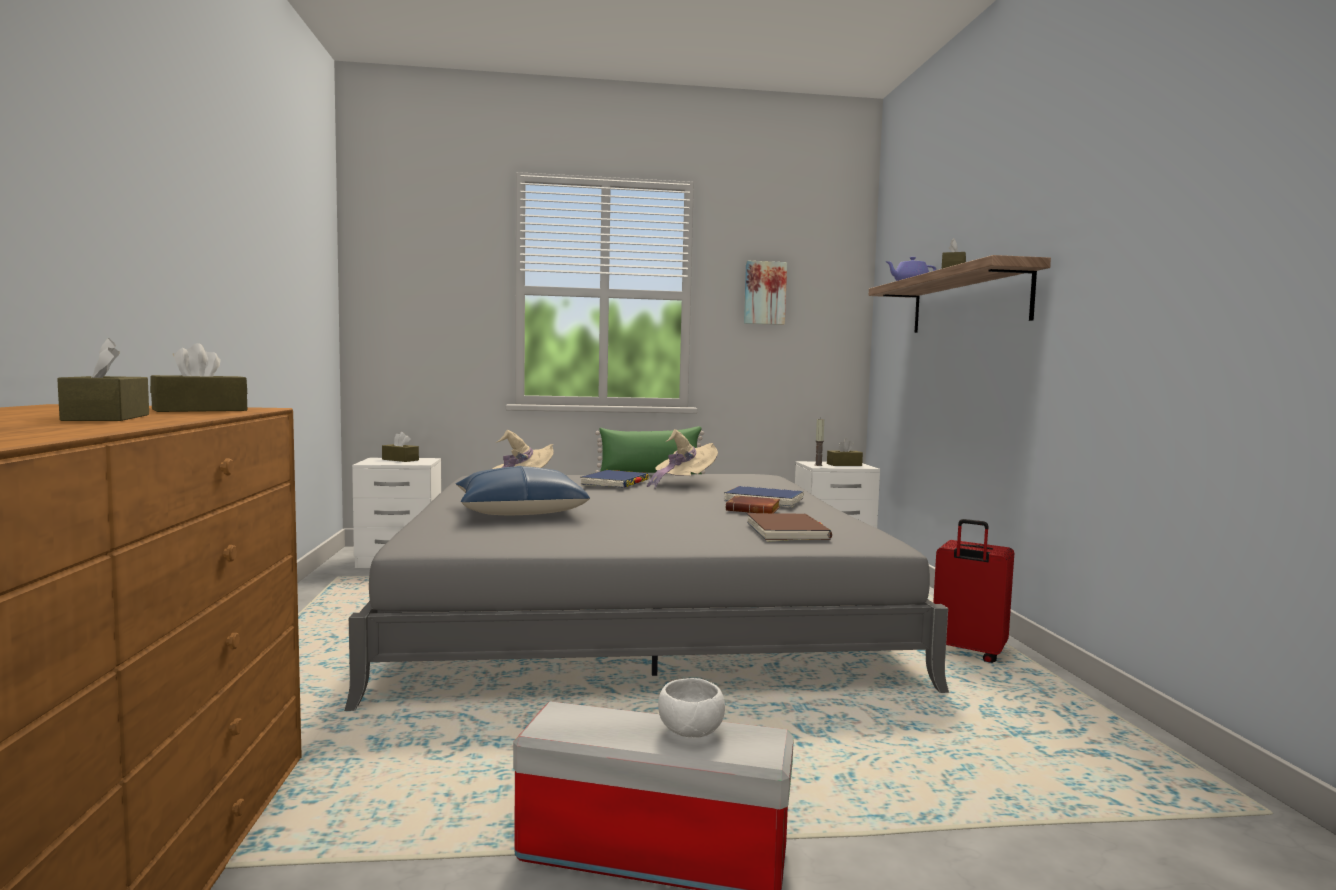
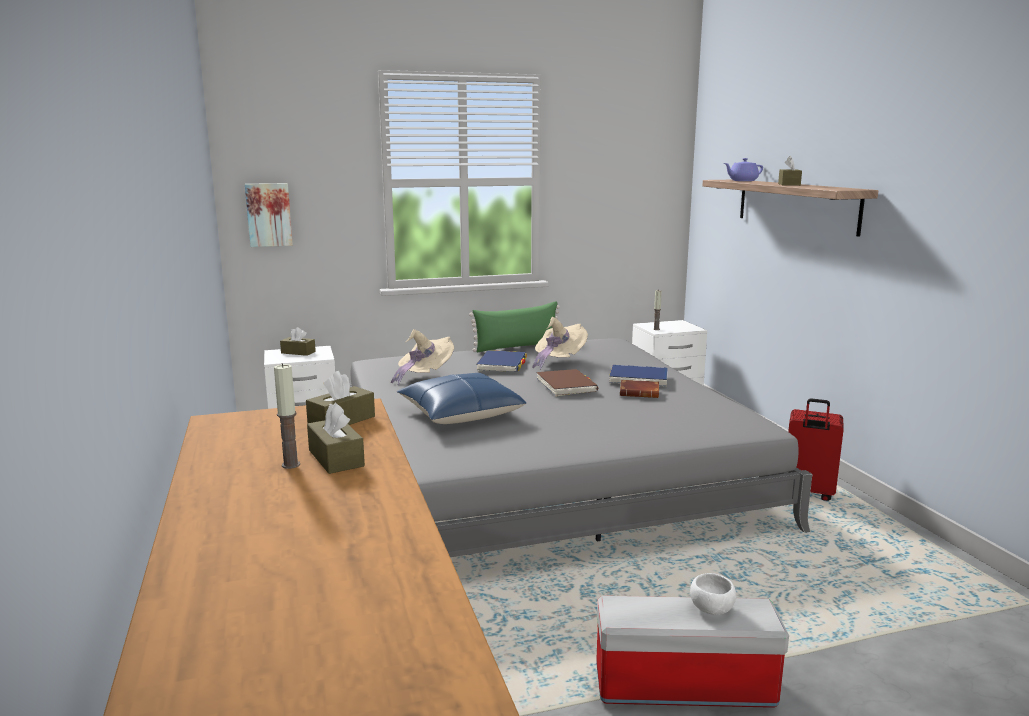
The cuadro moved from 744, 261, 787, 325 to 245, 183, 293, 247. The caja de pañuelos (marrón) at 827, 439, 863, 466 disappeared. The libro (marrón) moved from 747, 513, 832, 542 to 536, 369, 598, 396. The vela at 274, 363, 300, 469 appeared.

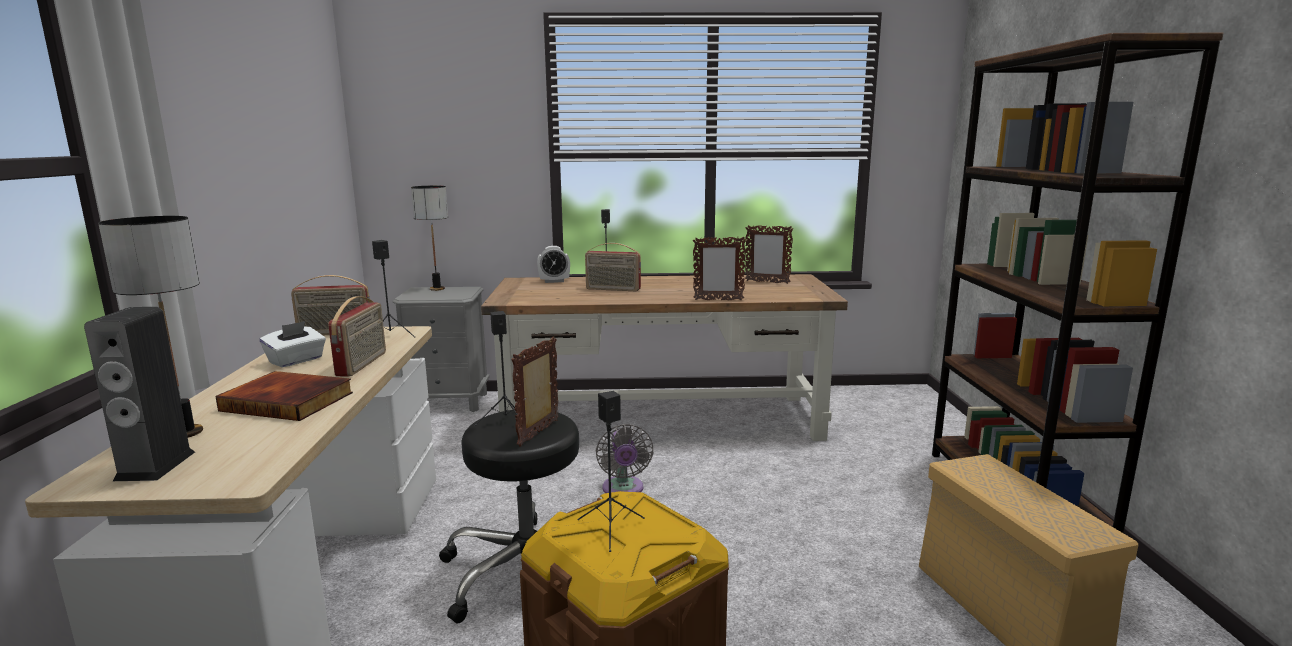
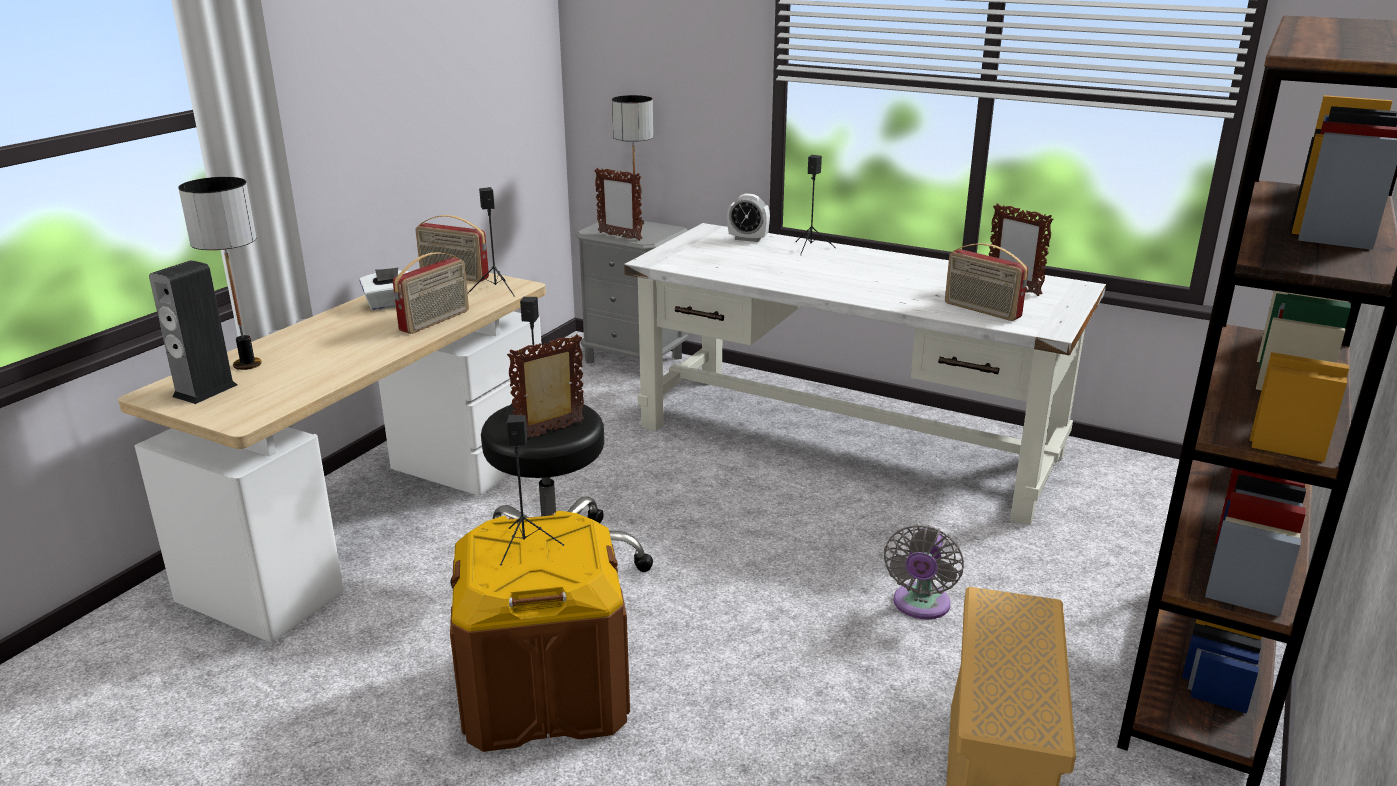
The portarretratos moved from 693, 237, 746, 300 to 594, 168, 642, 241. The radio moved from 585, 243, 641, 291 to 945, 243, 1028, 321. The escritorio (marrón) at 481, 274, 848, 441 became the escritorio (blanco) at 624, 223, 1106, 525. The libro at 215, 371, 353, 421 disappeared. The ventilador (gris) moved from 596, 424, 654, 493 to 884, 524, 964, 620.

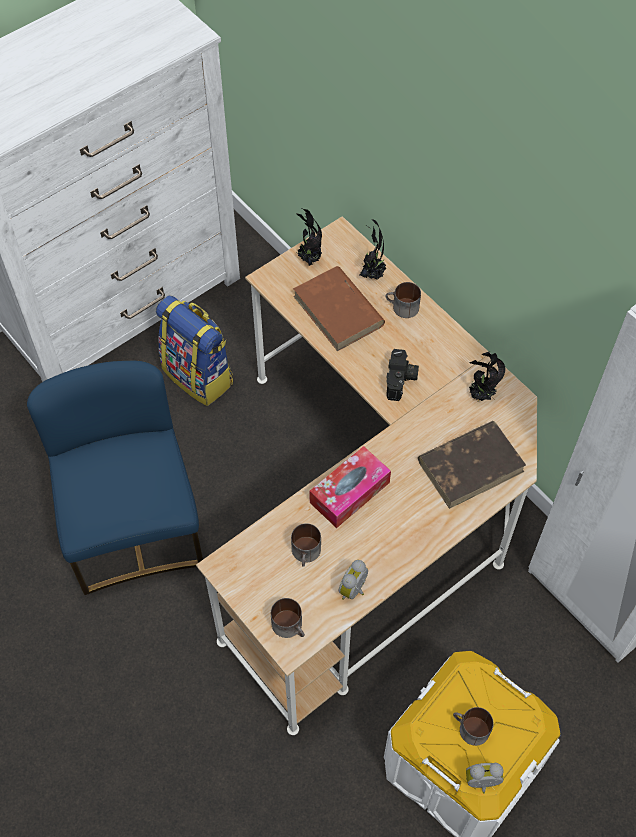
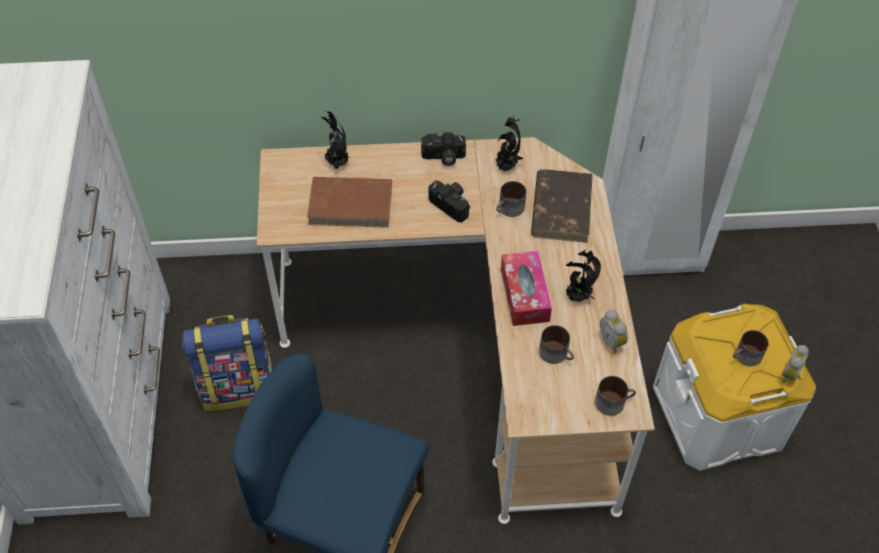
The planta en maceta moved from 296, 208, 322, 266 to 566, 250, 601, 302. The taza grande moved from 386, 282, 421, 318 to 496, 181, 526, 217. The cámara at 421, 132, 466, 166 appeared.

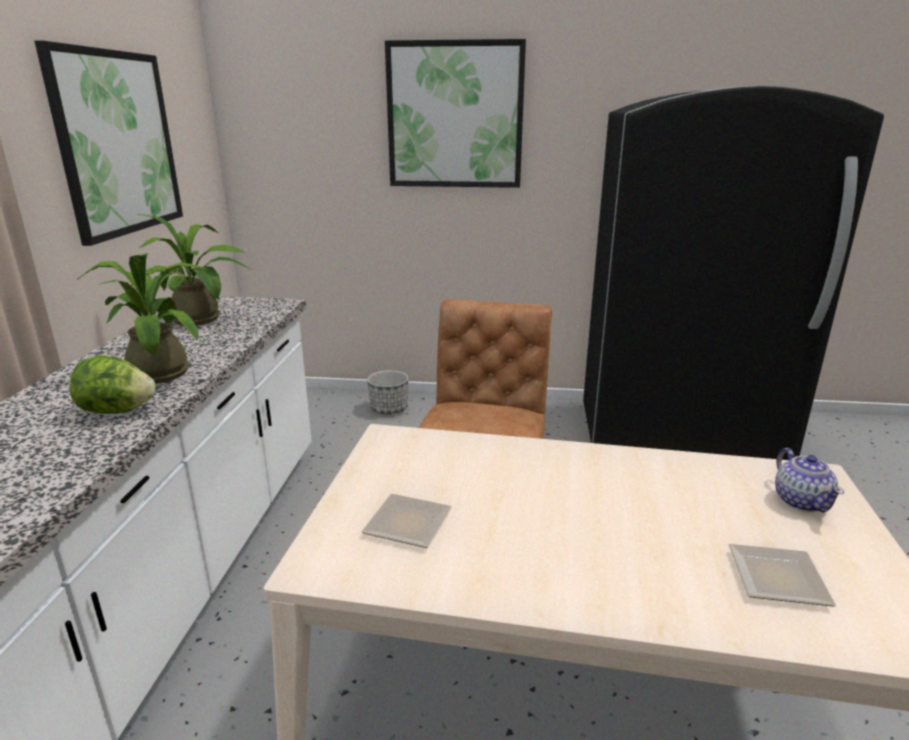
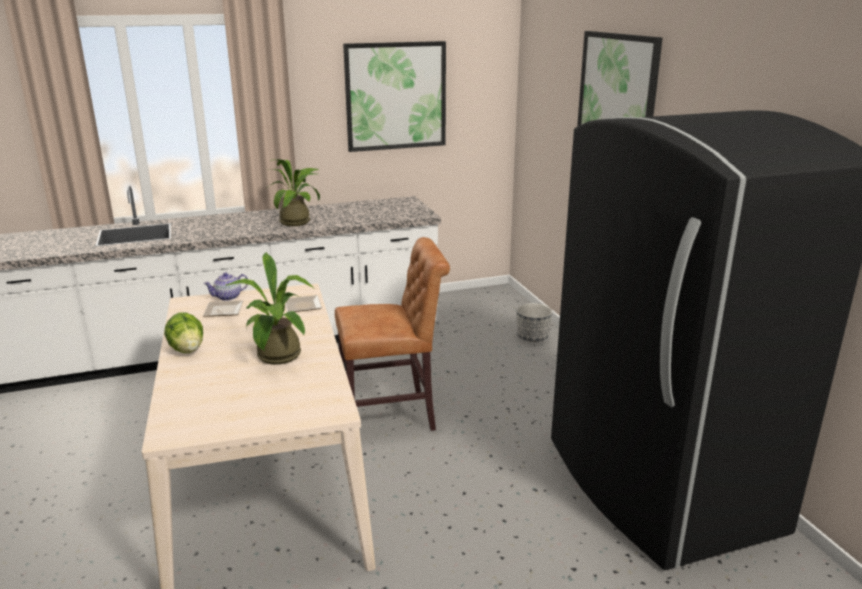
The planta en maceta moved from 131, 214, 251, 326 to 226, 252, 314, 365. The lechuga moved from 69, 355, 156, 414 to 164, 312, 203, 353. The tetera moved from 775, 448, 844, 513 to 203, 272, 248, 301. The plato moved from 728, 544, 836, 607 to 285, 295, 322, 312.

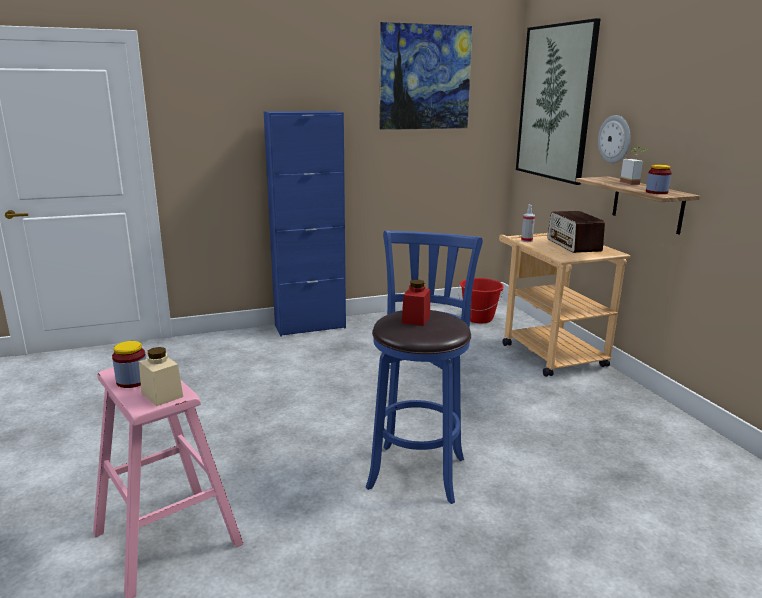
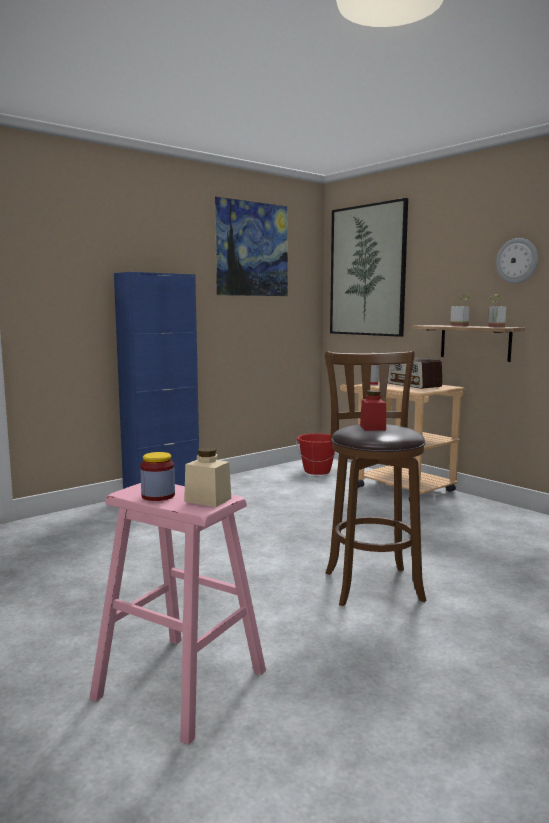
The reloj de pared moved from 598, 115, 630, 163 to 496, 238, 538, 284. The tarro at 646, 165, 672, 194 was replaced by the planta en maceta at 488, 294, 507, 328. The taburete (azul) at 366, 230, 483, 504 became the taburete (marrón) at 325, 351, 427, 606.

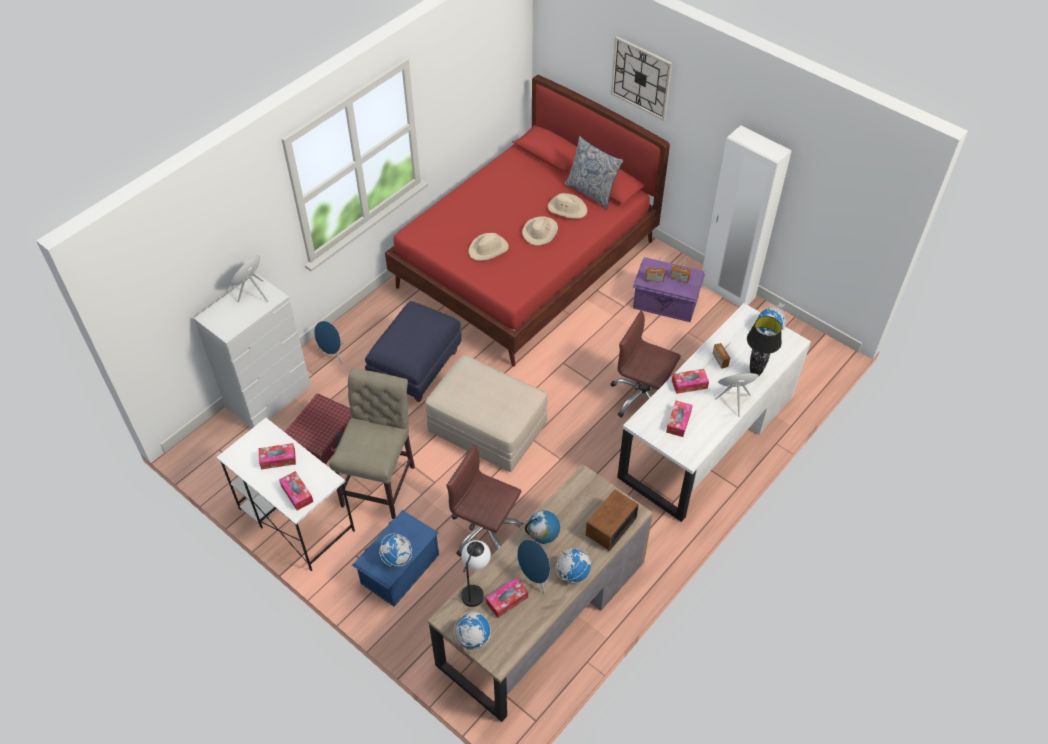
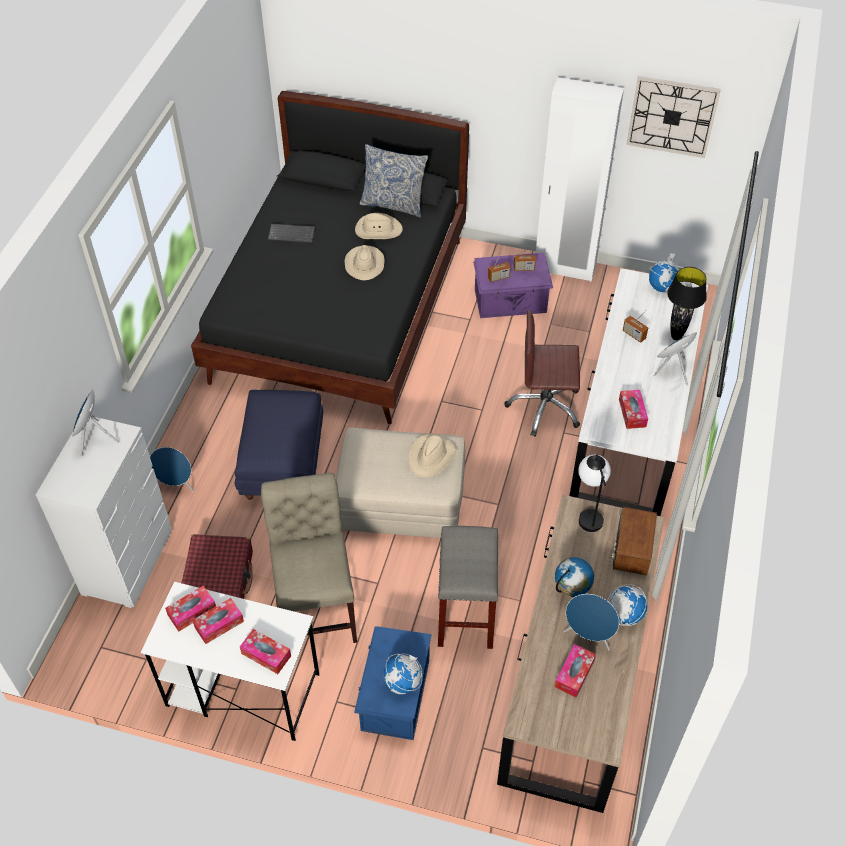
The reloj de pared moved from 611, 36, 673, 121 to 626, 76, 721, 158. The cama (rojo) at 385, 75, 670, 366 became the cama (negro) at 191, 91, 469, 424. The sombrero (beis) moved from 468, 233, 509, 261 to 408, 435, 456, 477. The caja de pañuelos moved from 672, 369, 709, 394 to 165, 586, 216, 631. The silla de oficina (marrón) at 446, 444, 523, 557 was replaced by the taburete (gris) at 438, 526, 499, 649. The lámpara de mesa moved from 461, 540, 491, 607 to 578, 455, 611, 532. The globo terráqueo at 454, 611, 491, 651 disappeared. The teclado at 268, 224, 315, 243 appeared.

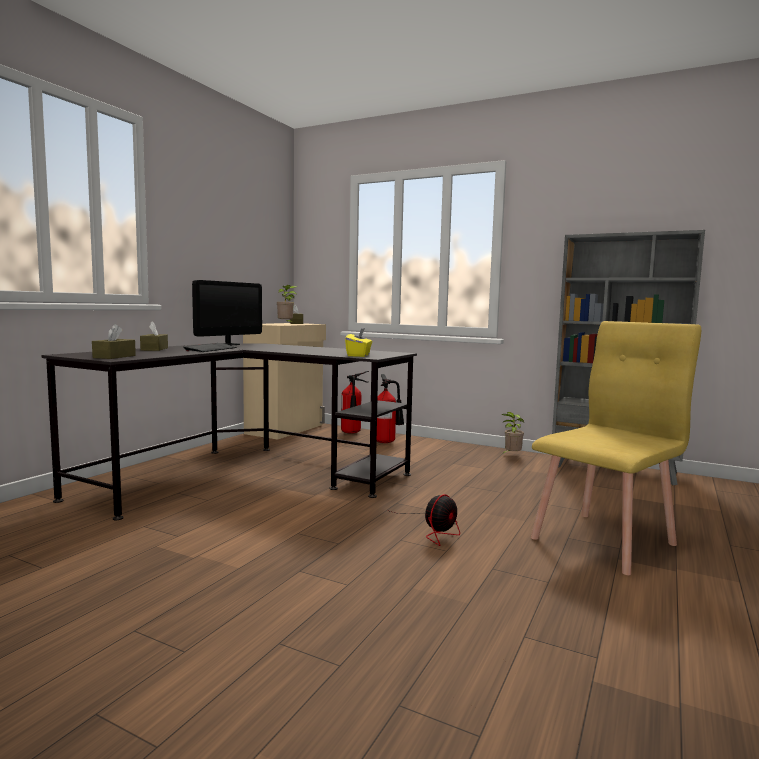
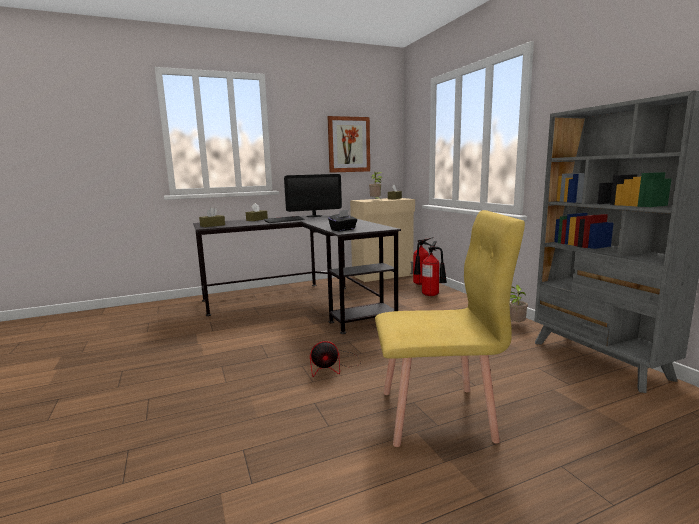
The caja de pañuelos (amarillo) at 345, 328, 372, 357 became the caja de pañuelos (negro) at 328, 210, 357, 231. The cuadro at 327, 116, 370, 173 appeared.

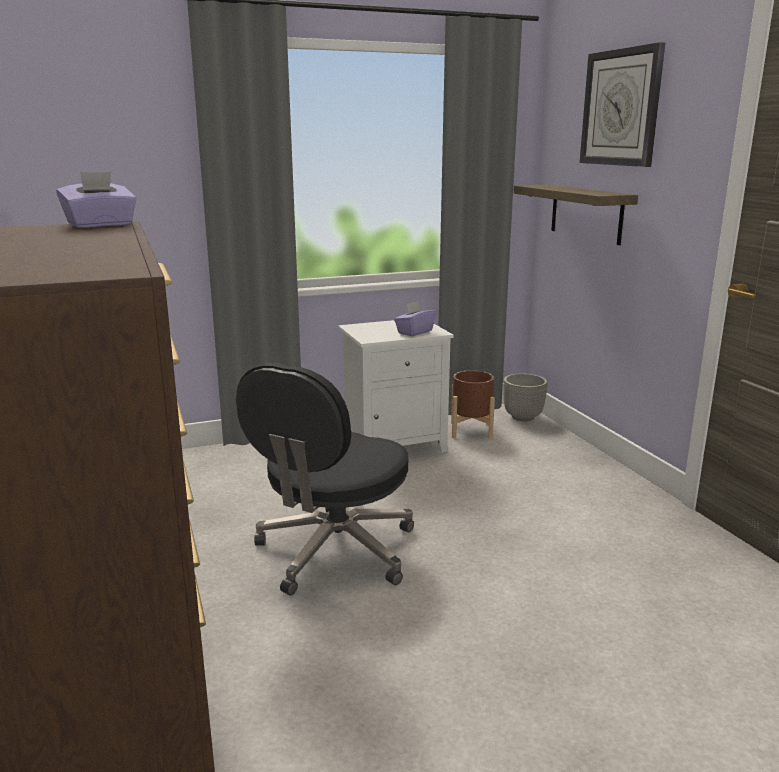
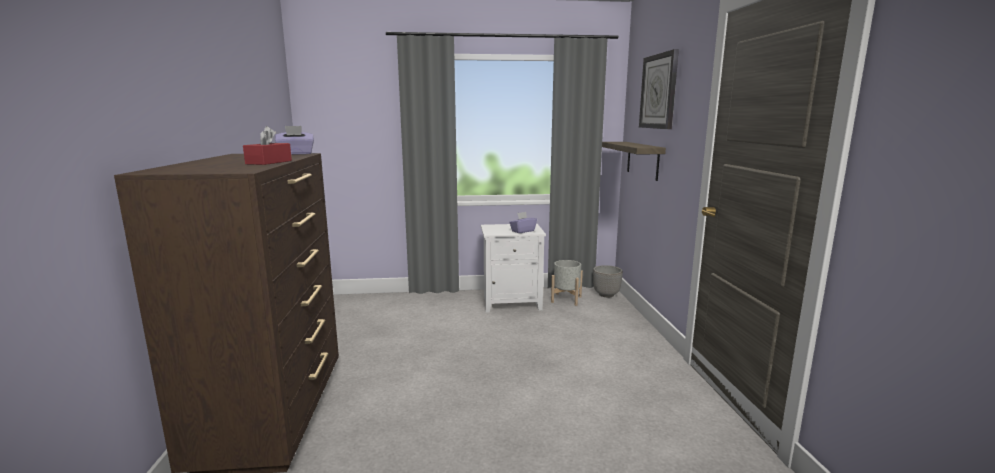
The silla de oficina (negro) at 236, 363, 414, 595 disappeared. The maceta (marrón) at 451, 370, 495, 439 became the maceta (gris) at 551, 260, 583, 306. The caja de pañuelos (rojo) at 243, 126, 292, 165 appeared.

